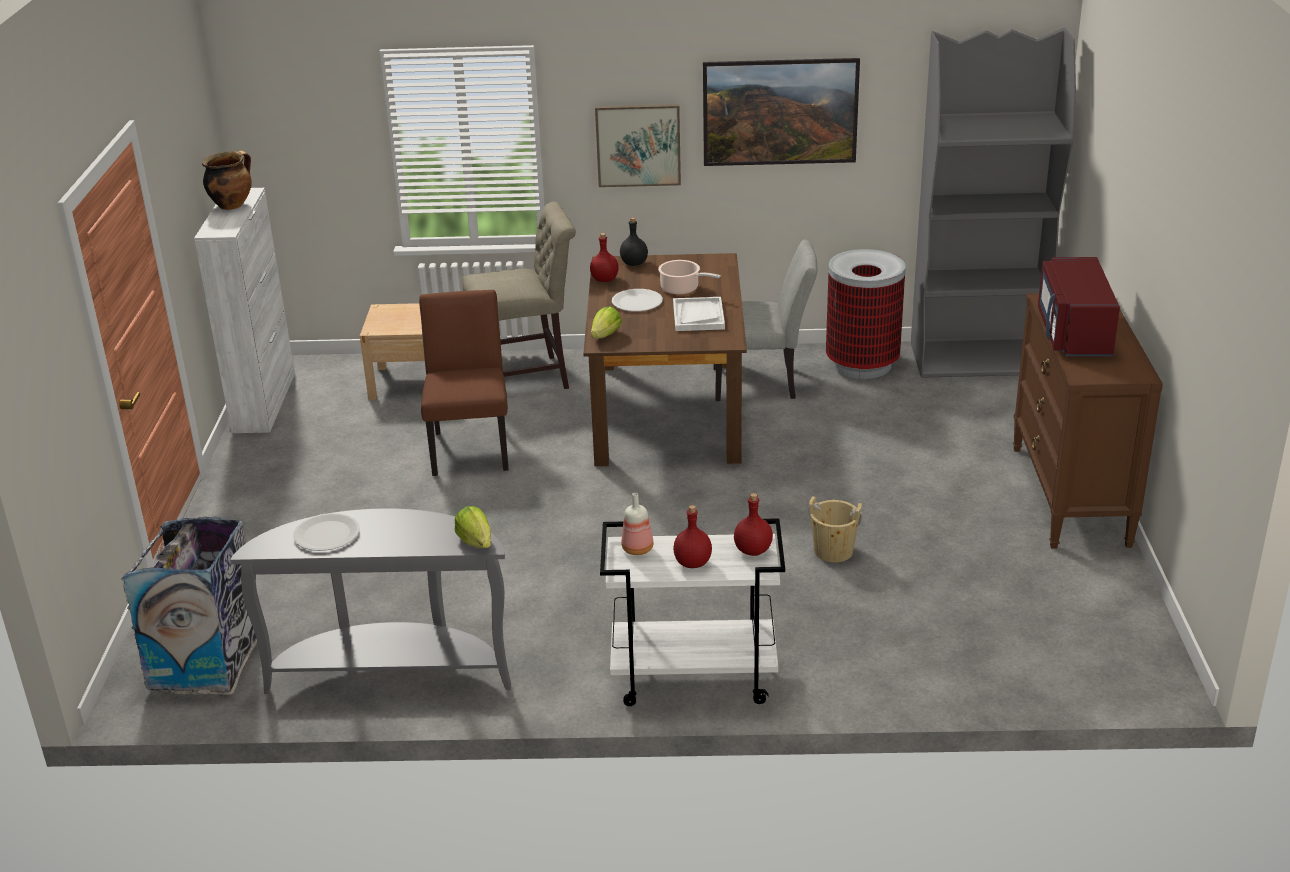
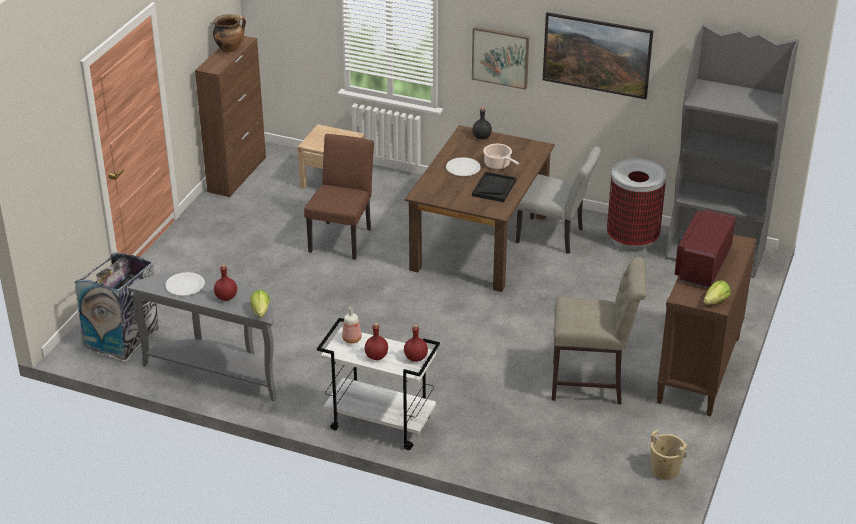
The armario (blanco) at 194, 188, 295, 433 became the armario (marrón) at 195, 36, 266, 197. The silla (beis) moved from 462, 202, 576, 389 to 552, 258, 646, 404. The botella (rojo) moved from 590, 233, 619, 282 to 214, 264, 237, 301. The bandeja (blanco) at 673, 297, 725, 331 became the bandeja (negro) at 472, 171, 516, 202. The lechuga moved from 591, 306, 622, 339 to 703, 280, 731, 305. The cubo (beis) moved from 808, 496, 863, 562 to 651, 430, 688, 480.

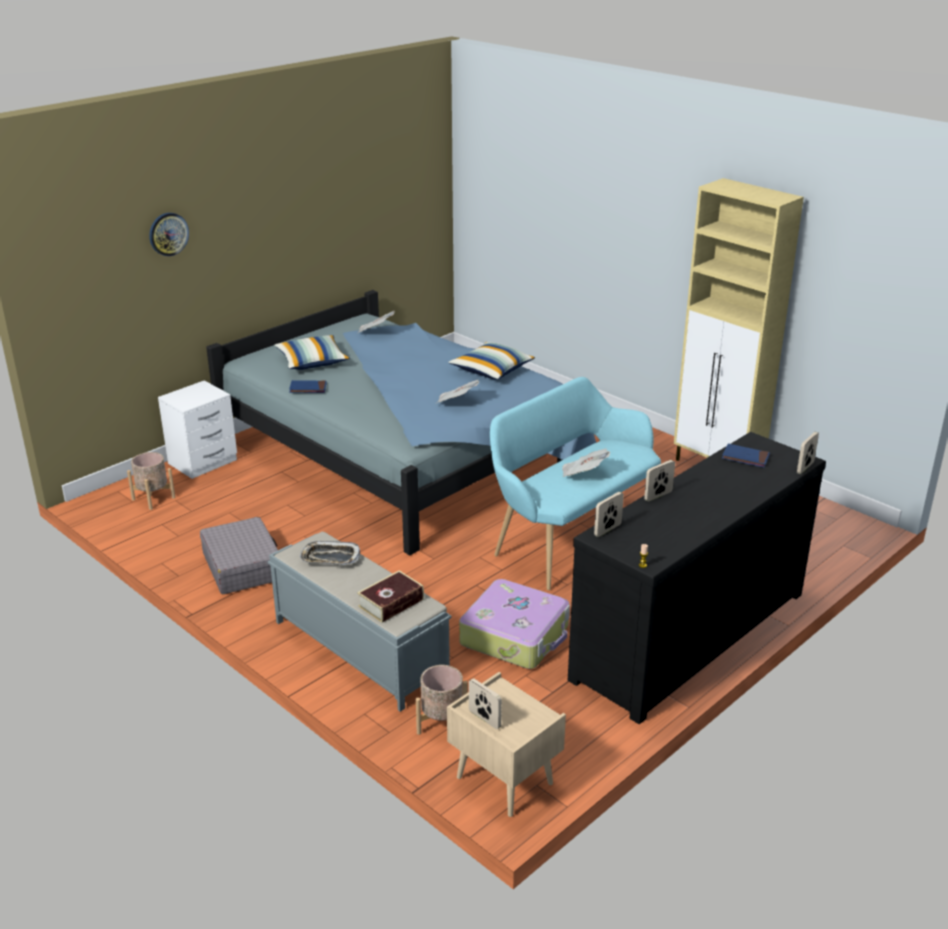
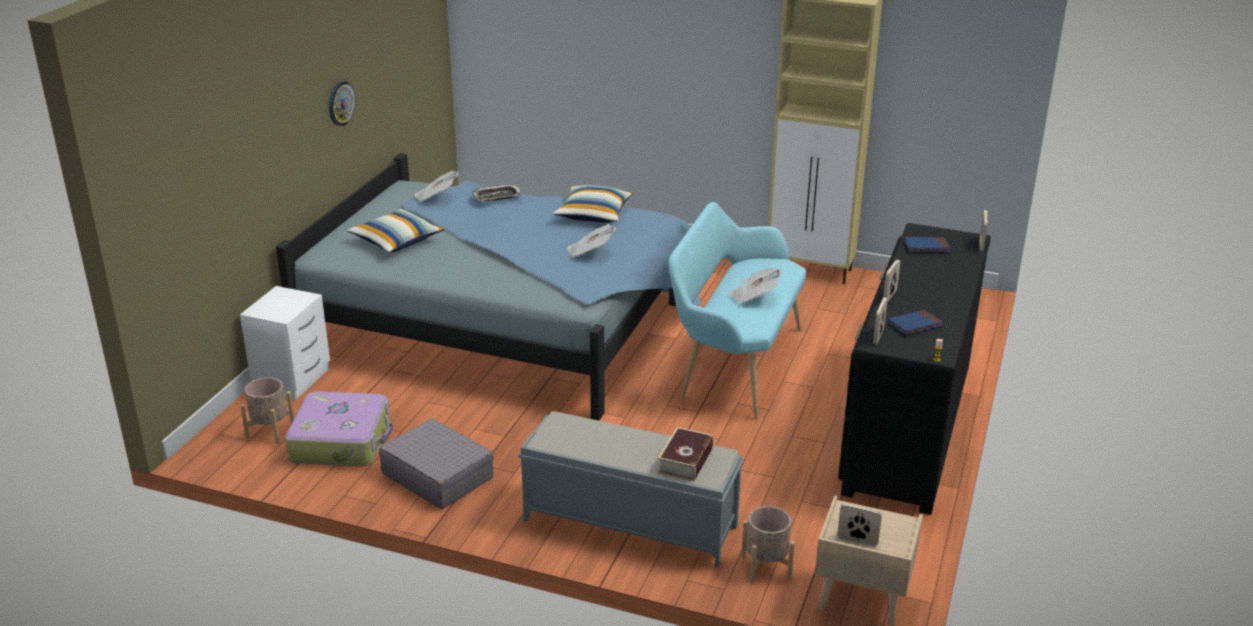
The reloj de pared moved from 149, 213, 189, 256 to 329, 81, 356, 126. The libro (azul) moved from 289, 380, 326, 393 to 888, 310, 943, 335. The bandeja moved from 300, 541, 361, 565 to 473, 184, 523, 201. The maleta moved from 459, 579, 570, 669 to 285, 391, 393, 466.

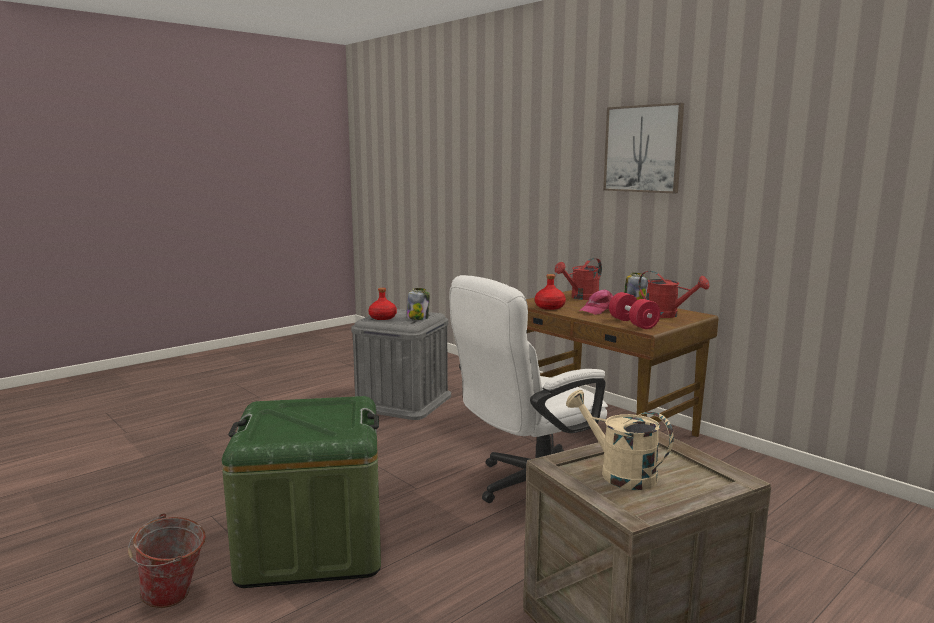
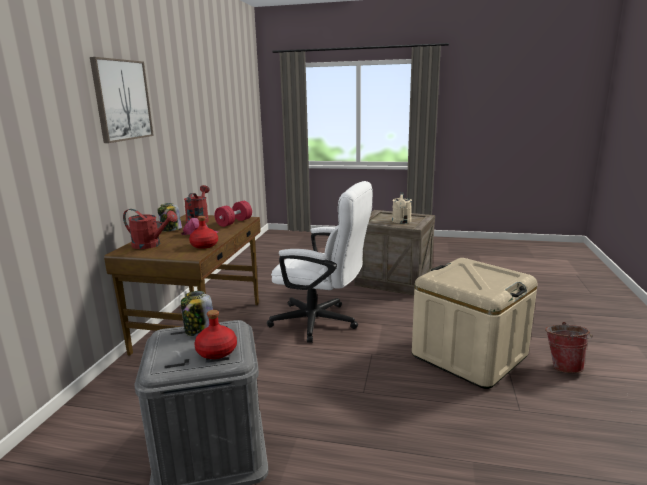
The caja de almacenaje (verde) at 222, 396, 381, 588 became the caja de almacenaje (beis) at 412, 258, 538, 389.

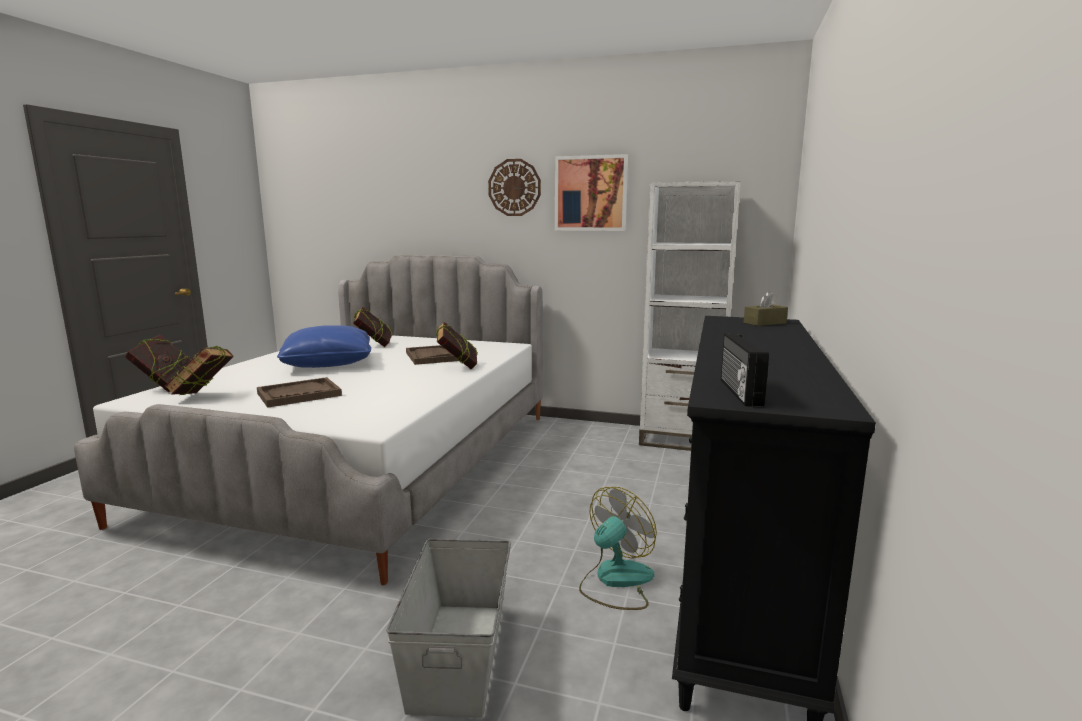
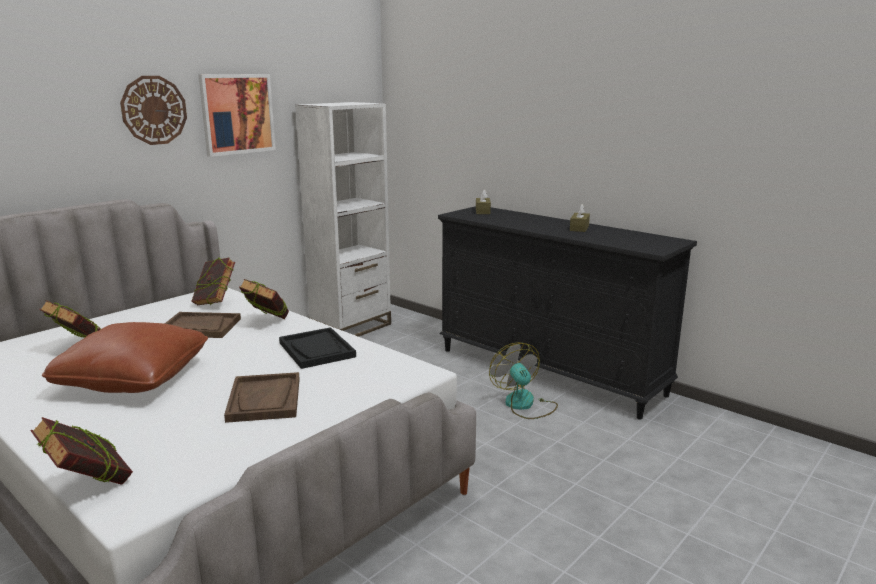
The cojín (azul) at 277, 325, 371, 368 became the cojín (marrón) at 42, 322, 208, 393. The radio at 721, 333, 769, 406 disappeared. The libro moved from 164, 345, 234, 395 to 192, 258, 235, 305. The caja de almacenaje (gris) at 386, 539, 511, 718 disappeared. The caja de pañuelos (marrón) at 570, 204, 590, 232 appeared. The bandeja (negro) at 279, 327, 356, 369 appeared.

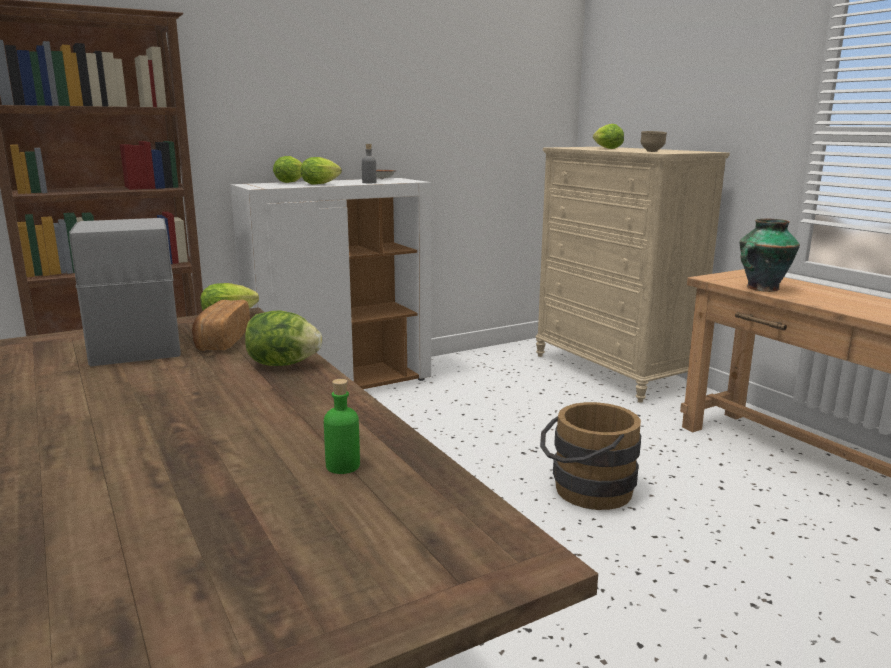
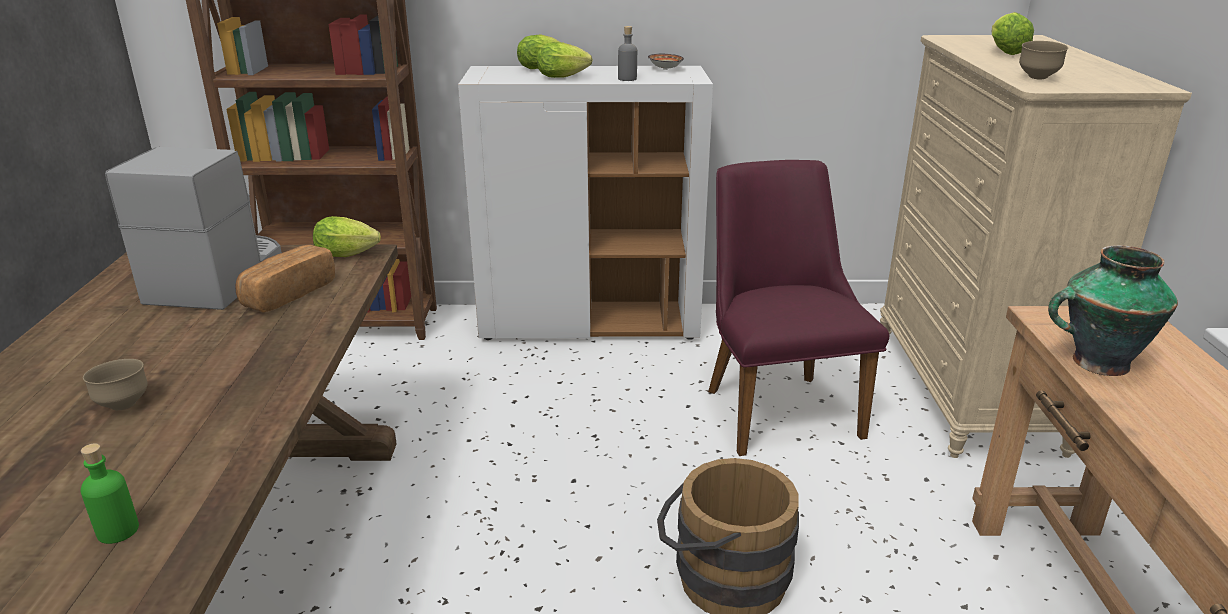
The lechuga at 245, 311, 322, 366 disappeared. The silla (morado) at 708, 160, 889, 456 appeared. The cuenco (marrón) at 83, 359, 148, 410 appeared.

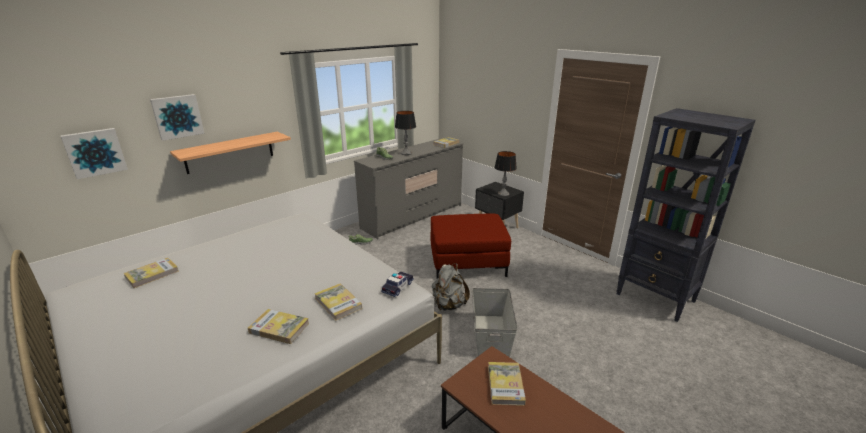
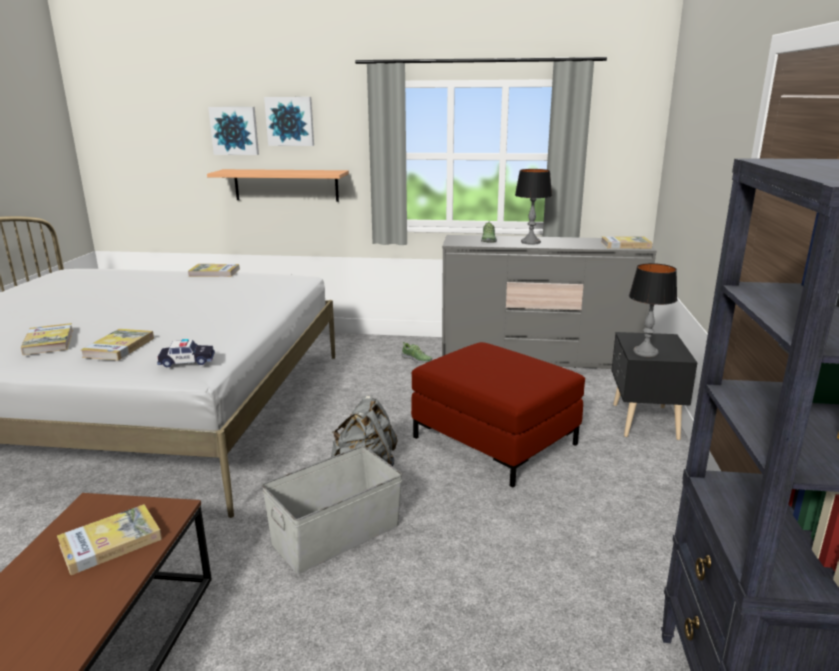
The cuadro moved from 61, 128, 128, 179 to 264, 97, 314, 146. The libro moved from 124, 258, 179, 288 to 188, 264, 240, 277.

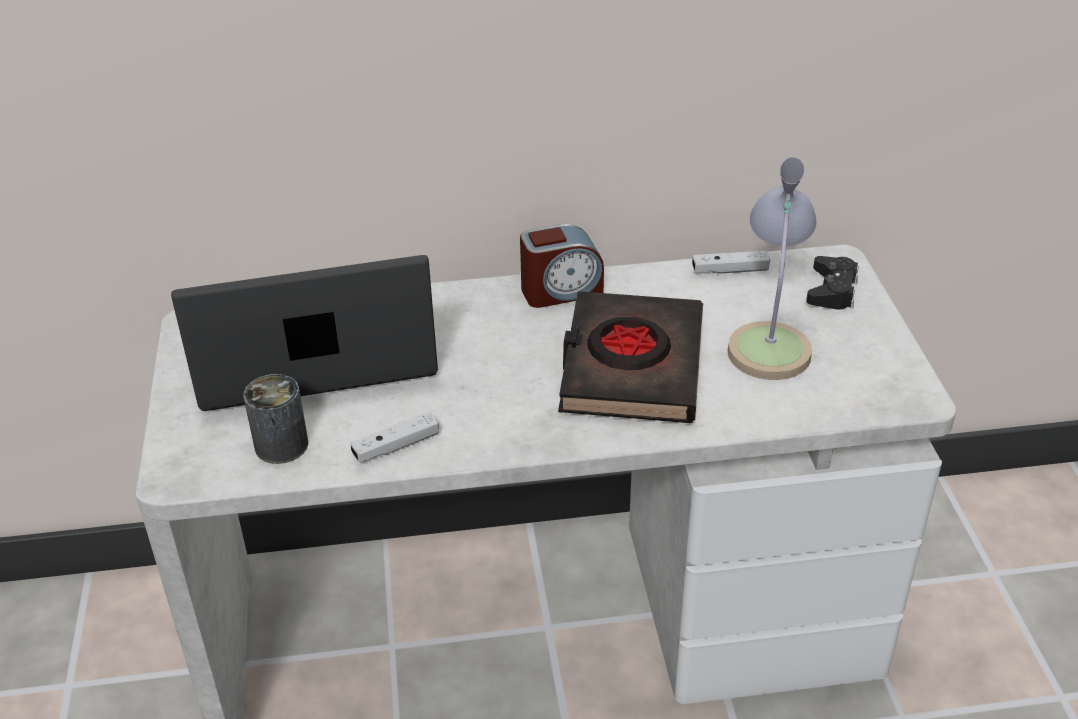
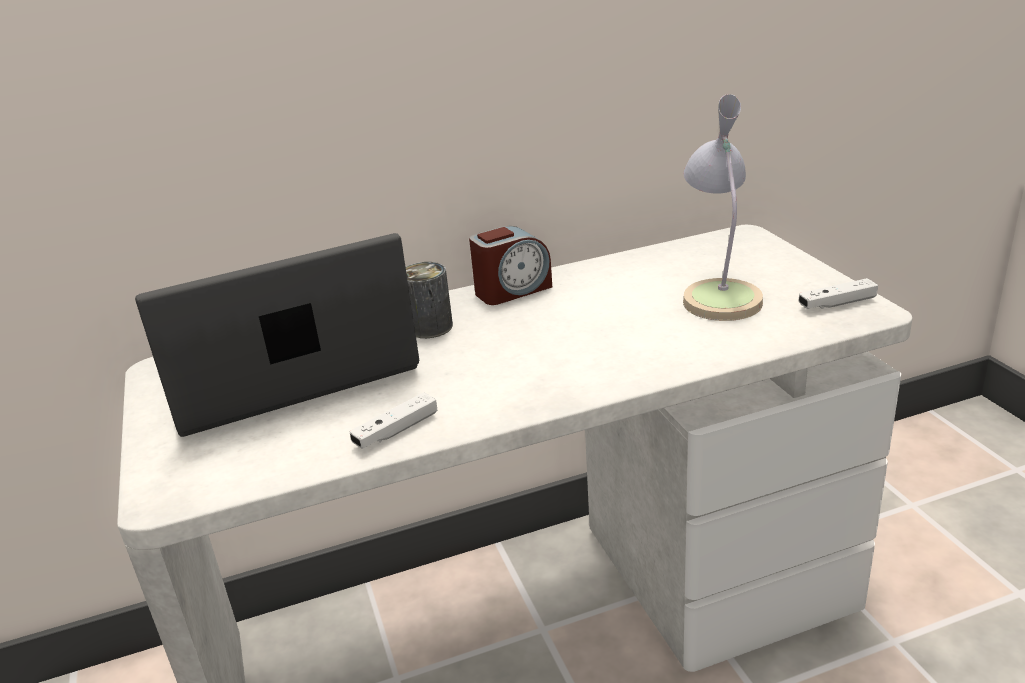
The mando de consola (blanco) moved from 692, 251, 770, 274 to 798, 278, 878, 309. The mando de consola (negro) at 806, 256, 859, 310 disappeared. The libro (negro) at 558, 291, 703, 423 disappeared. The lata moved from 243, 374, 308, 464 to 406, 262, 453, 338.

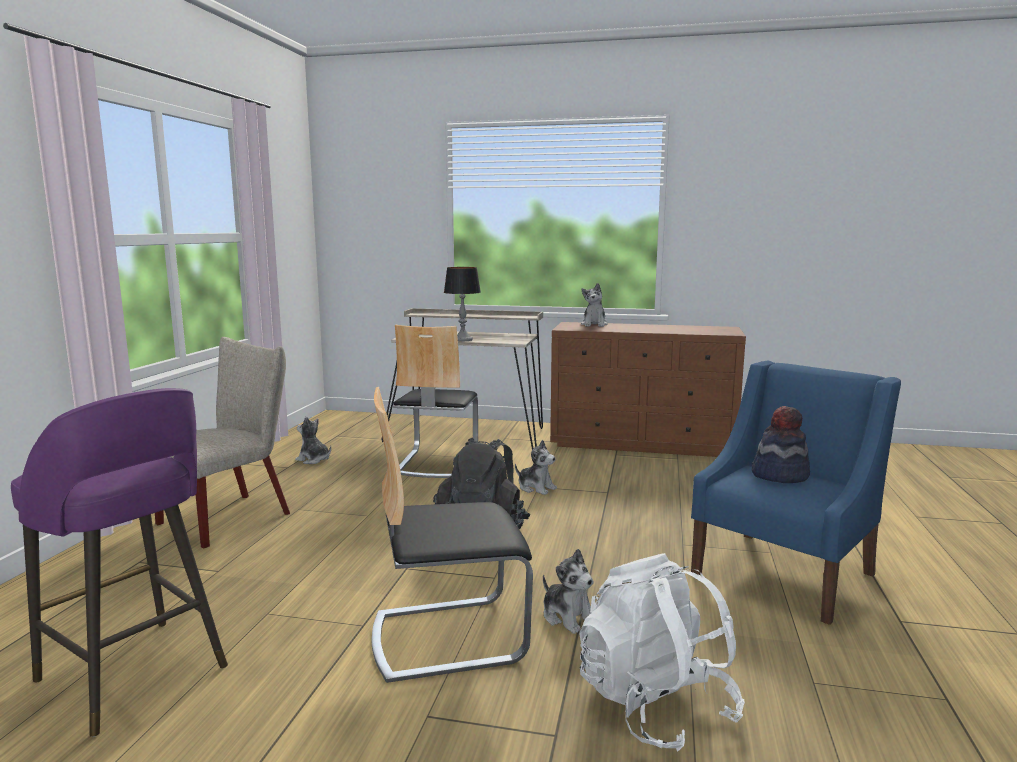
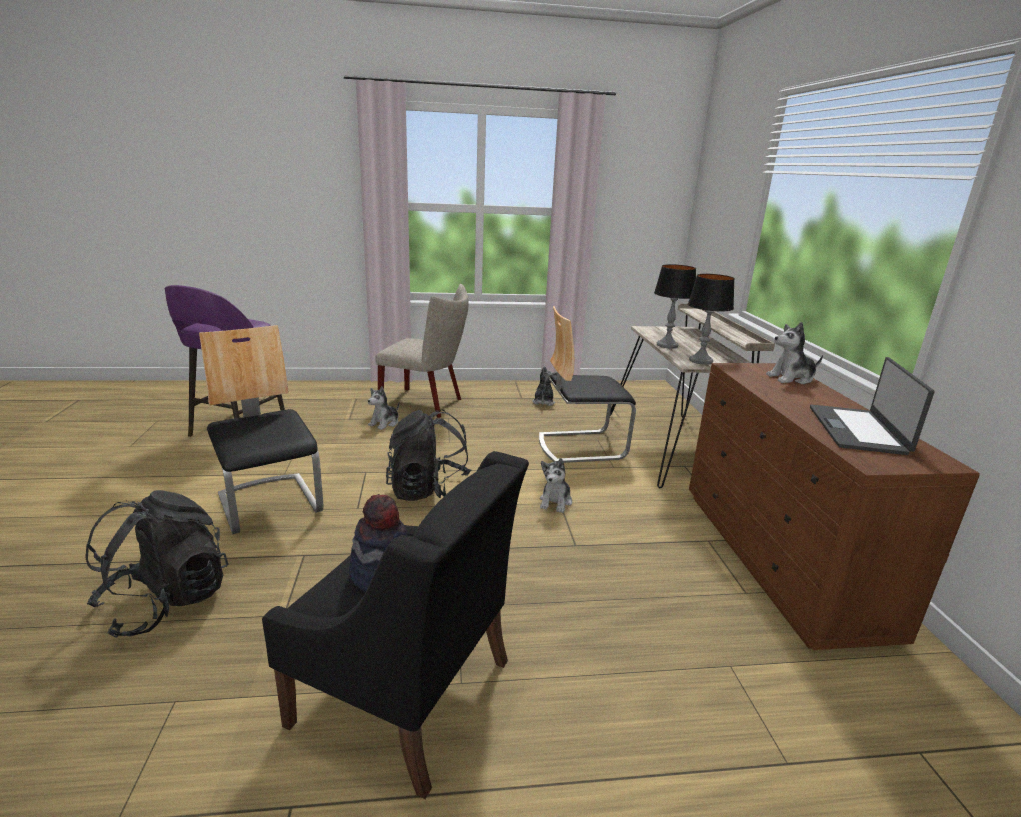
The sillón (azul) at 691, 361, 901, 625 became the sillón (negro) at 262, 451, 529, 799. The peluche moved from 543, 549, 594, 634 to 368, 386, 399, 430. The mochila (blanco) at 579, 553, 745, 751 became the mochila (negro) at 86, 490, 228, 638. The lámpara de mesa at 688, 274, 735, 365 appeared. The portátil at 810, 357, 935, 455 appeared.

